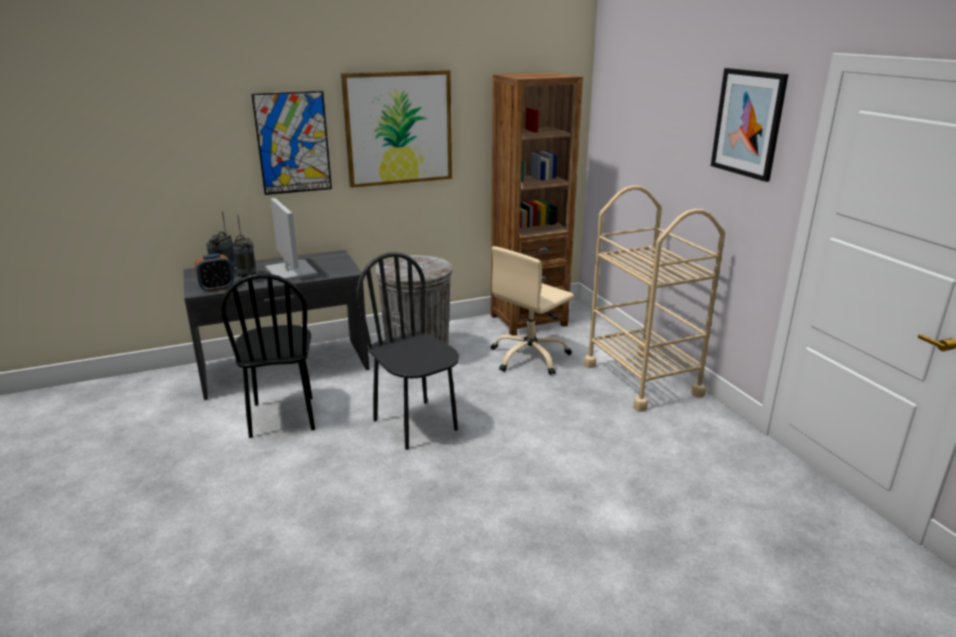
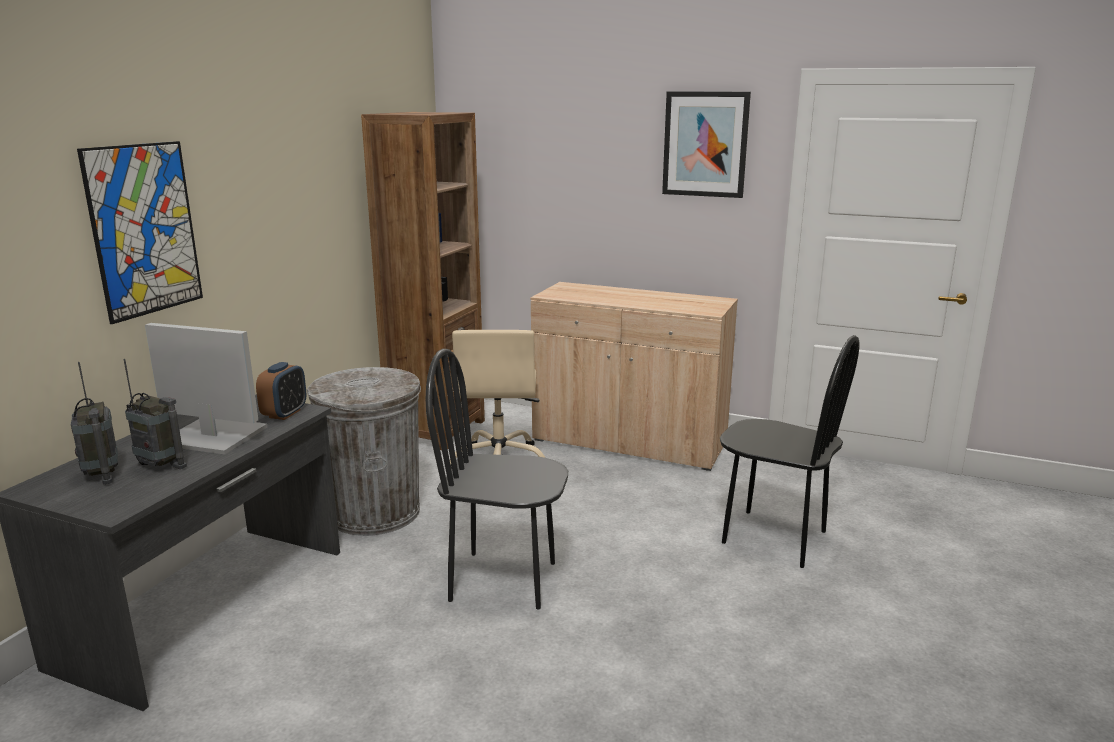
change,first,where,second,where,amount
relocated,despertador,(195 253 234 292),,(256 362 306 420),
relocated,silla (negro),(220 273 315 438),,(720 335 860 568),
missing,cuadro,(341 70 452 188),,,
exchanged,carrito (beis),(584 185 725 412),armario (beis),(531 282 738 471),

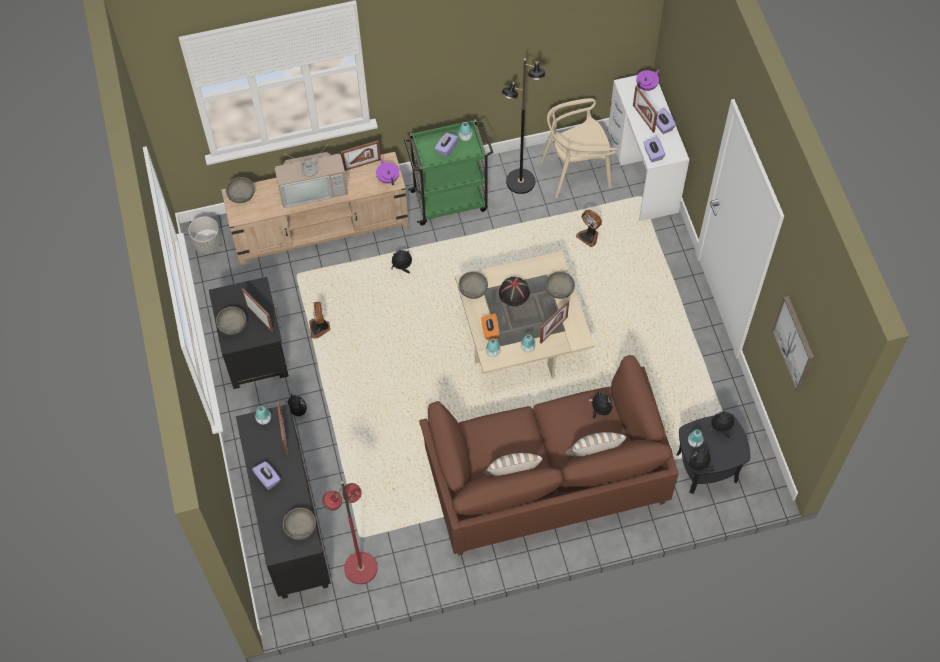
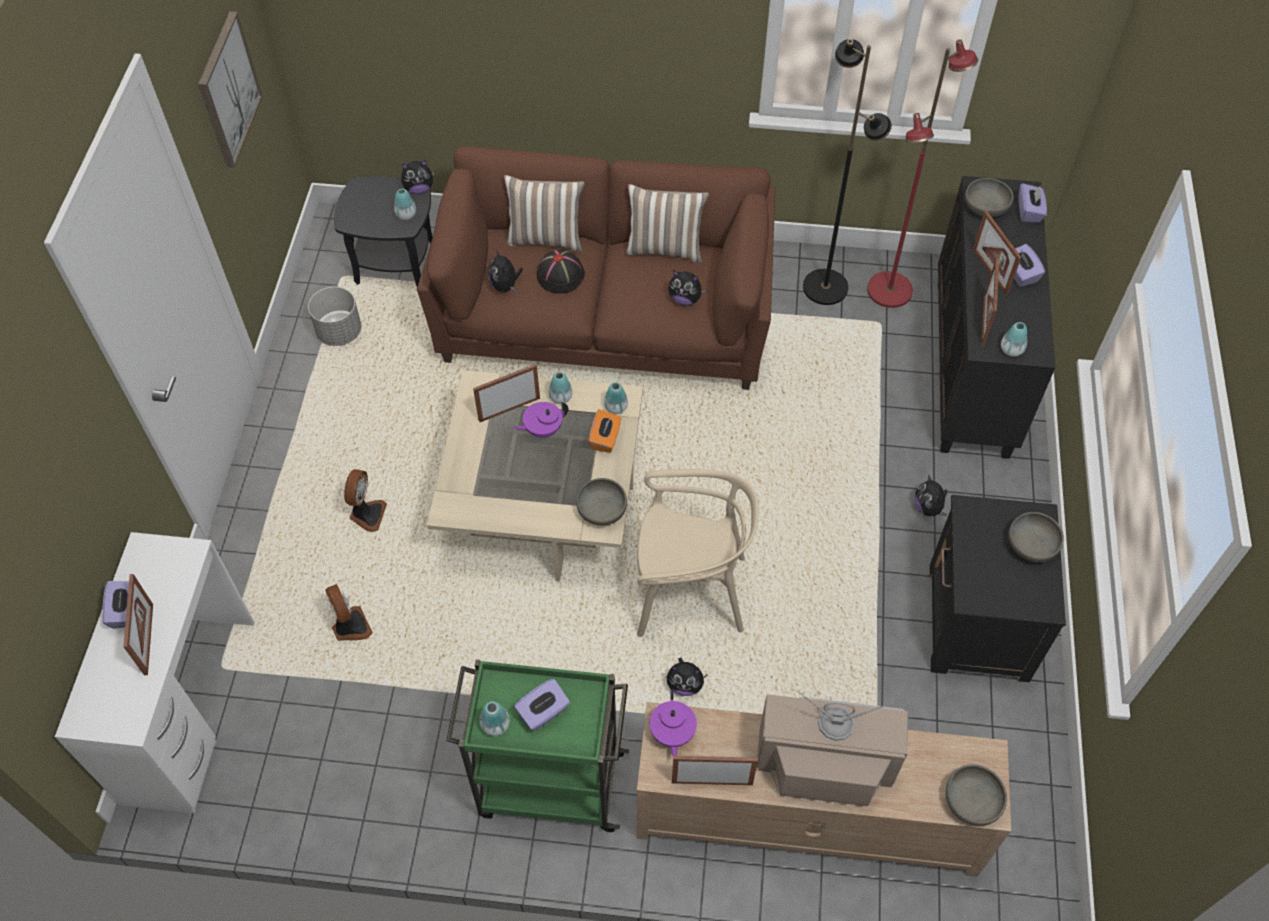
change,first,where,second,where,amount
relocated,maceta (gris),(189 216 222 254),,(308 287 361 346),
relocated,portarretratos,(242 288 273 332),,(973 211 1021 295),
relocated,ventilador,(309 302 330 339),,(344 469 387 532),
relocated,sombrero (negro),(499 277 530 306),,(536 249 585 294),
relocated,lámpara de pie (negro),(501 59 546 194),,(803 39 892 305),
relocated,silla (beis),(540 98 618 198),,(637 469 758 637),
missing,cuenco (gris),(545 271 575 299),,,
relocated,tetera (morado),(636 69 660 91),,(513 402 569 438),
relocated,caja de pañuelos (morado),(643 136 665 162),,(1018 183 1047 223),
relocated,peluche,(710 411 734 438),,(668 270 707 306),

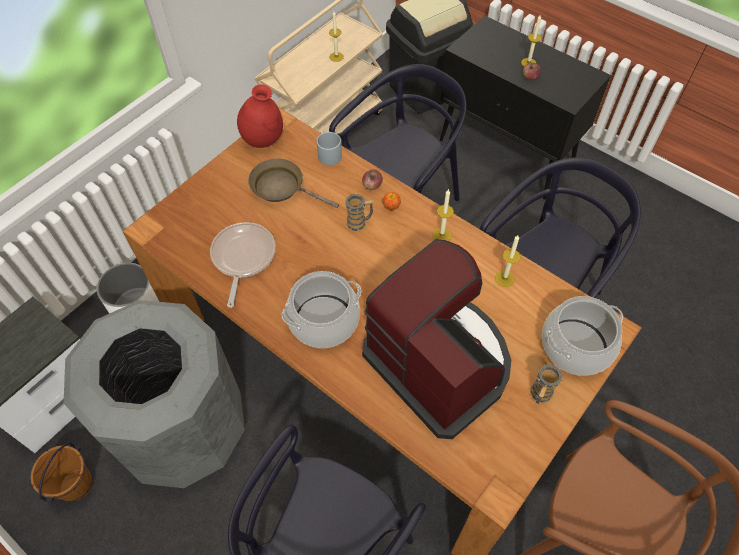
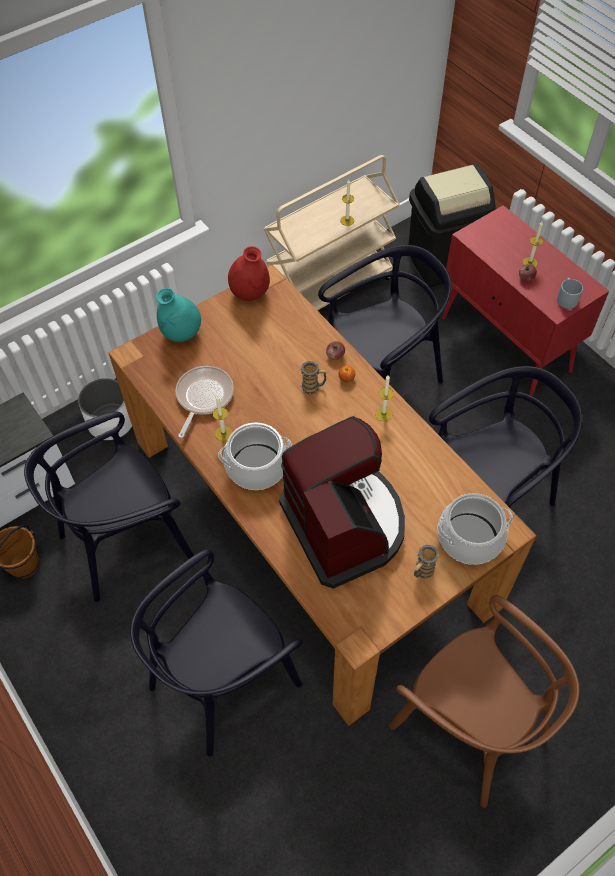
change,first,where,second,where,amount
exchanged,papelera (gris),(64 300 245 488),silla (negro),(24 412 194 602),
missing,sartén (marrón),(248 158 339 208),,,
relocated,taza grande (gris),(317 131 342 166),,(557 278 583 309),
colour,armario (negro),(440 16 611 200),armario (rojo),(442 205 609 397),
relocated,vela,(495 235 520 287),,(213 395 232 441),
appeared,,,florero (turquesa),(156 288 201 342),

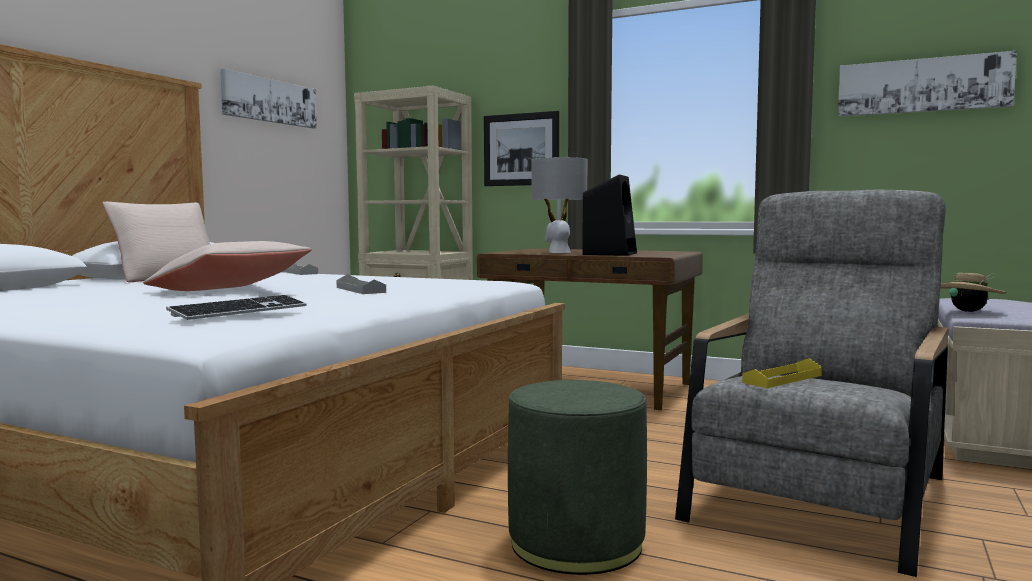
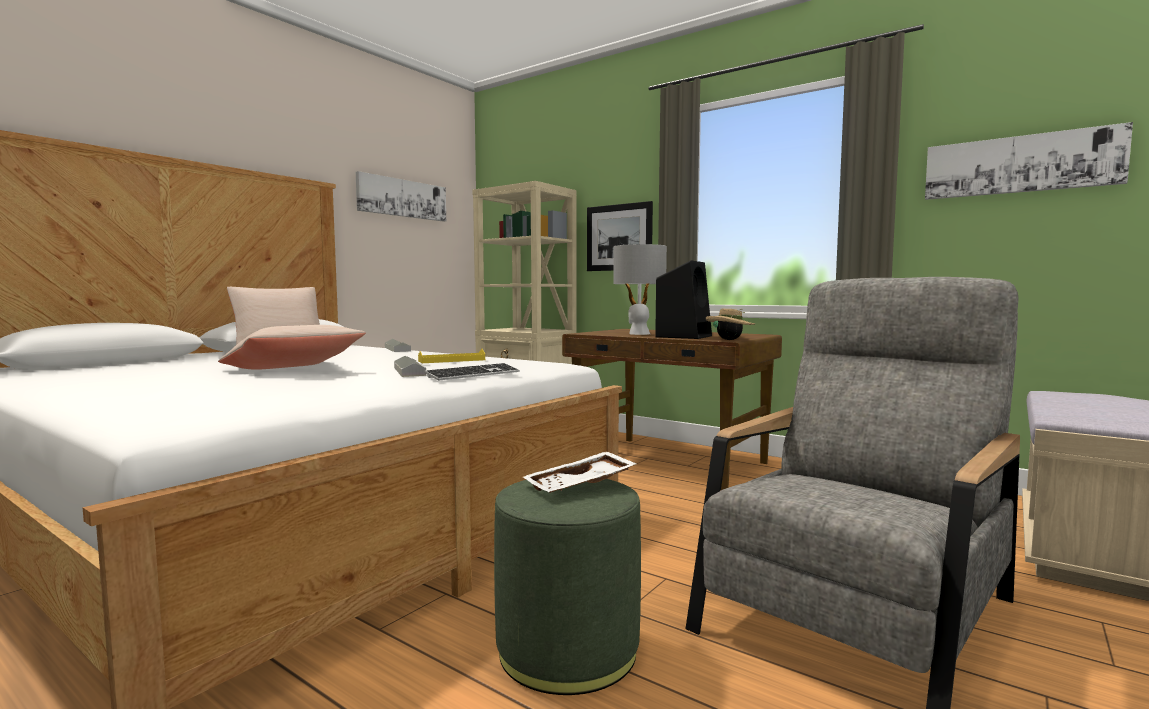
change,first,where,second,where,amount
relocated,teclado,(166 295 307 320),,(424 363 519 380),
relocated,bandeja (amarillo),(742 358 822 388),,(418 349 485 363),
relocated,sombrero (beis),(940 273 1006 312),,(706 309 755 340),
appeared,,,bandeja (blanco),(523 451 637 493),

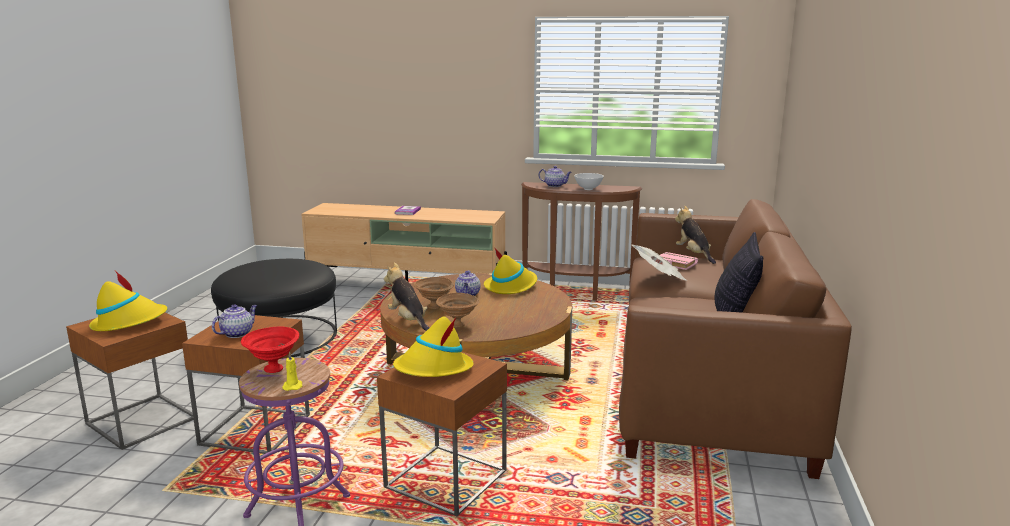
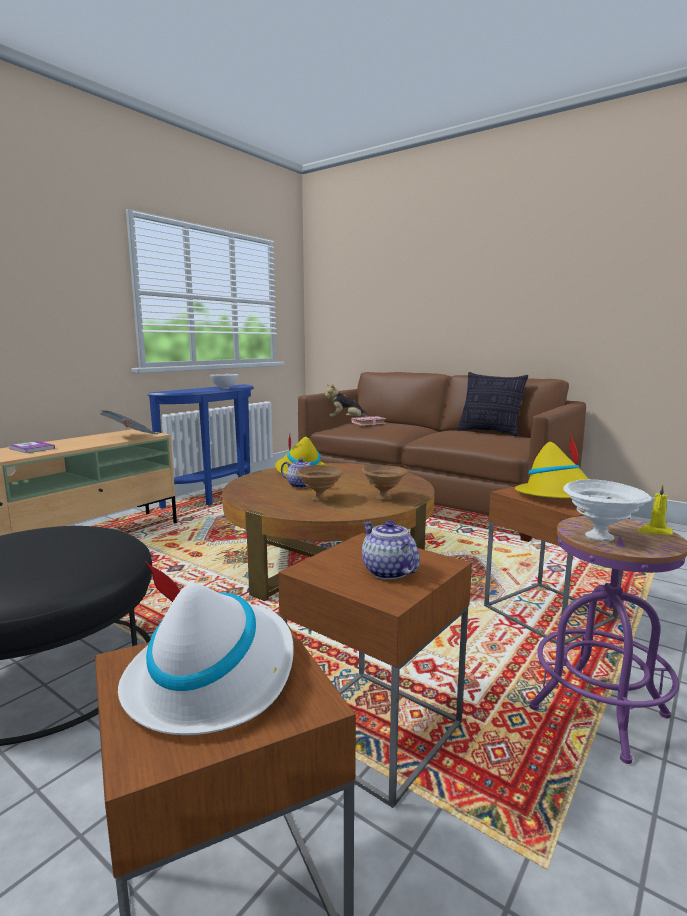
change,first,where,second,where,amount
colour,sombrero (amarillo),(89 271 167 331),sombrero (blanco),(118 562 294 735),
colour,cuenco (rojo),(241 326 299 373),cuenco (blanco),(563 479 652 541),
missing,peluche,(384 262 430 331),,,
colour,mesa consola (marrón),(521 182 642 300),mesa consola (azul),(147 384 254 509),
missing,tetera,(539 166 572 187),,,
relocated,periódico,(632 245 687 281),,(100 410 159 434),

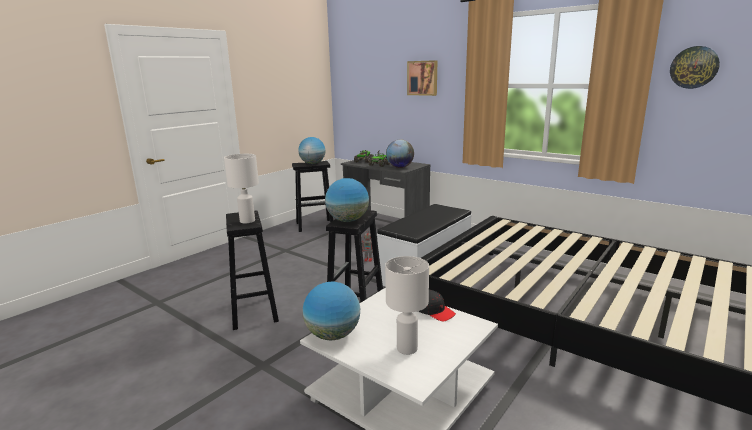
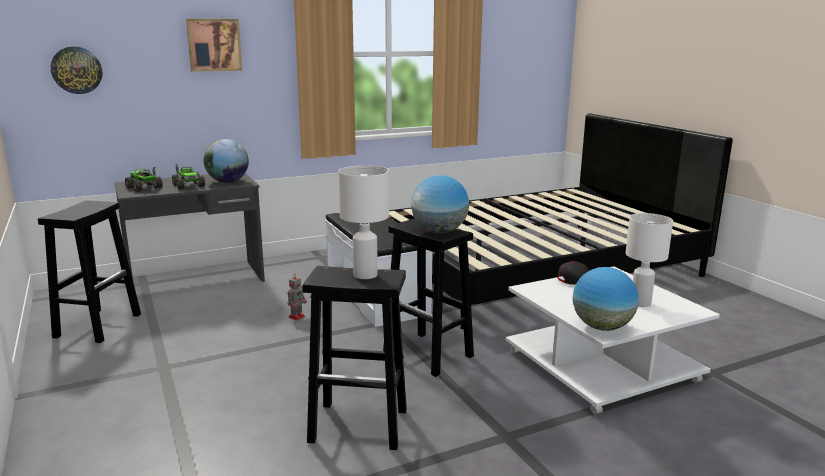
change,first,where,second,where,amount
missing,globo terráqueo,(298 137 325 164),,,
relocated,reloj de pared,(670 46 720 89),,(51 47 102 94),

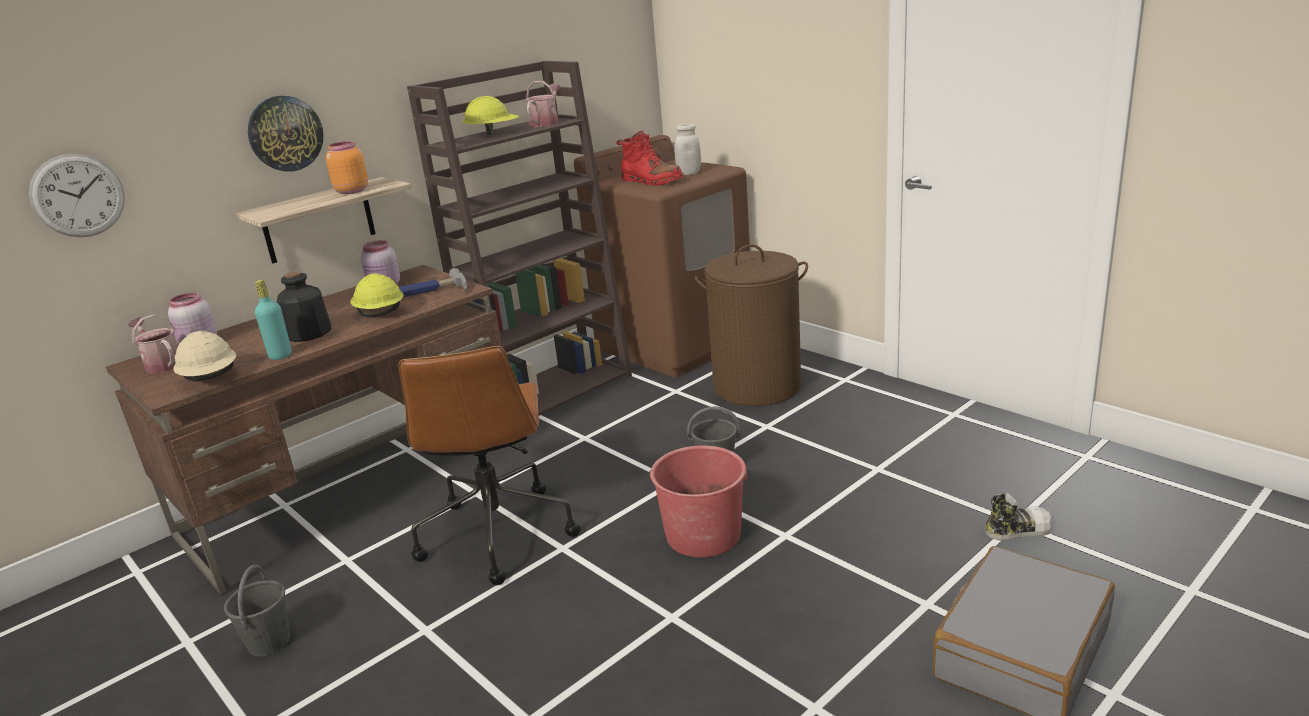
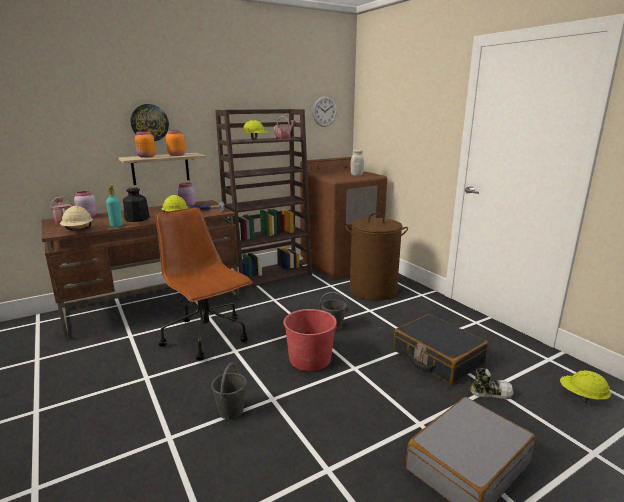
change,first,where,second,where,amount
relocated,reloj de pared,(29 154 125 237),,(312 96 337 127),
relocated,cubo (gris),(224 565 290 656),,(211 362 247 419),
spun,silla de oficina (marrón),(398 346 581 585),,(156 208 252 361),135 degrees clockwise
missing,bota (rojo),(616 130 684 186),,,
appeared,,,tarro (naranja),(135 131 156 158),
appeared,,,maleta (negro),(394 314 488 384),
appeared,,,casco (amarillo),(560 370 611 403),

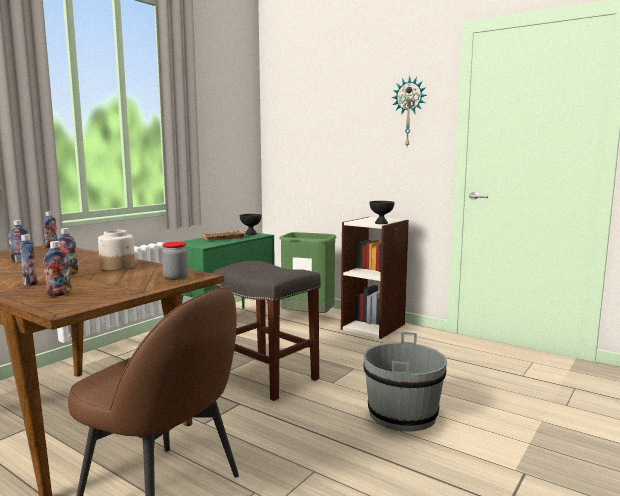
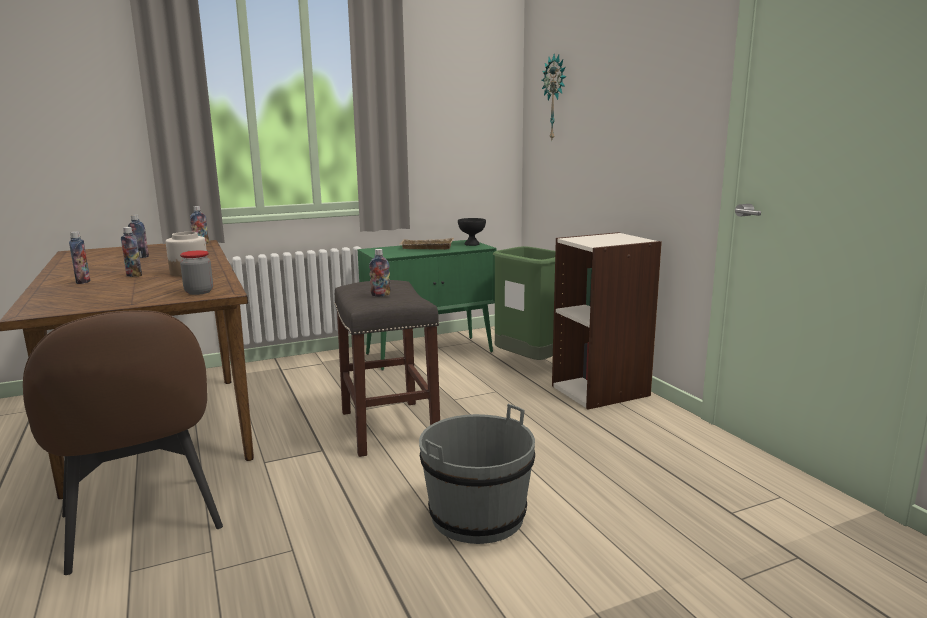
change,first,where,second,where,amount
relocated,botella,(43 241 71 297),,(369 249 391 297),
missing,cuenco (negro),(369 201 395 224),,,
relocated,reloj de pared,(391 76 427 147),,(542 54 566 140),

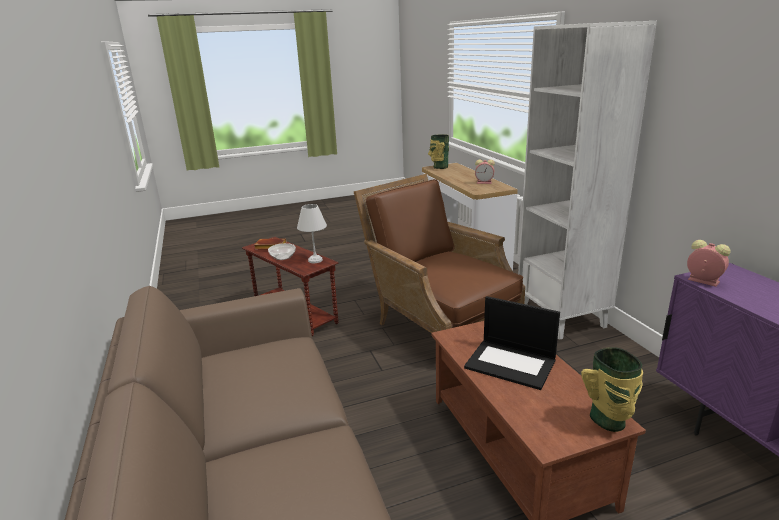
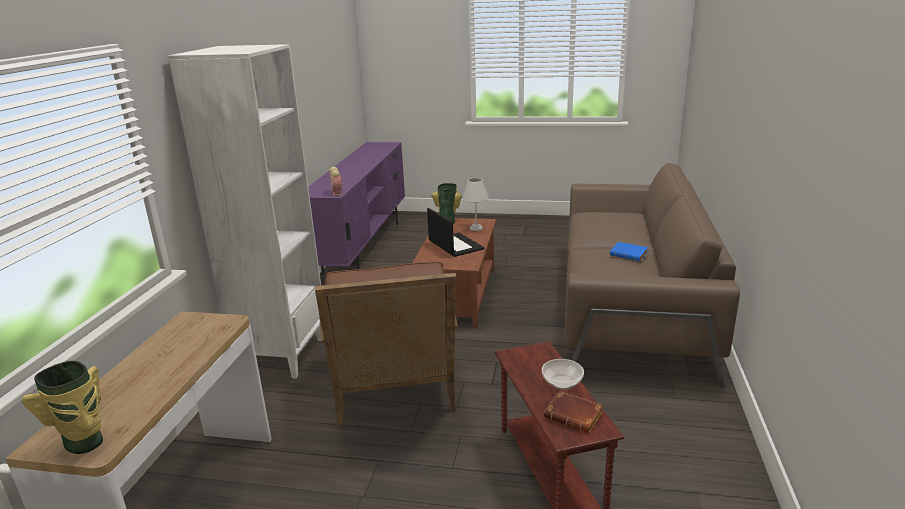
change,first,where,second,where,amount
relocated,lámpara de mesa (blanco),(297 204 327 263),,(462 178 489 231),
missing,despertador,(475 159 495 184),,,
appeared,,,libro (azul),(610 242 648 261),

